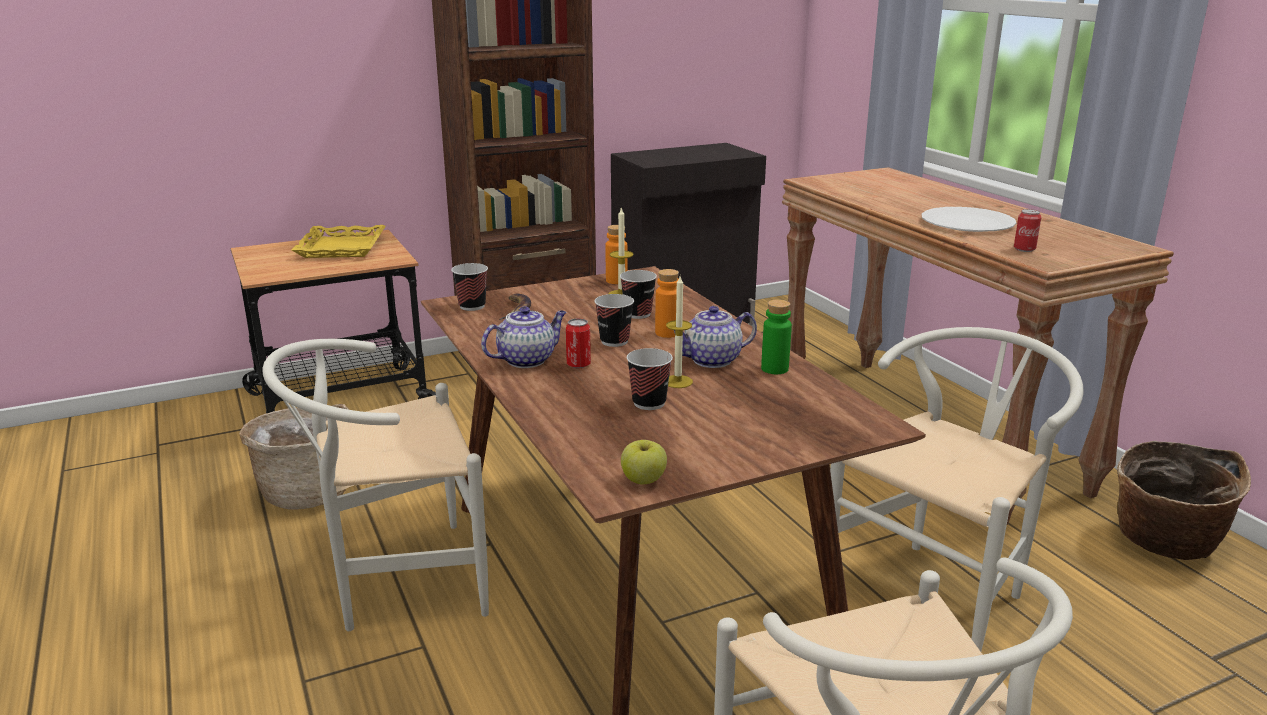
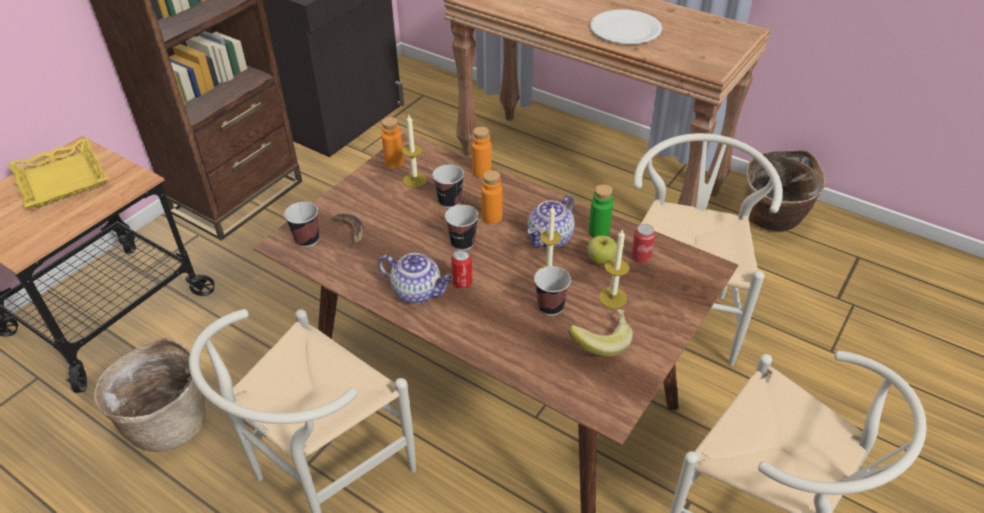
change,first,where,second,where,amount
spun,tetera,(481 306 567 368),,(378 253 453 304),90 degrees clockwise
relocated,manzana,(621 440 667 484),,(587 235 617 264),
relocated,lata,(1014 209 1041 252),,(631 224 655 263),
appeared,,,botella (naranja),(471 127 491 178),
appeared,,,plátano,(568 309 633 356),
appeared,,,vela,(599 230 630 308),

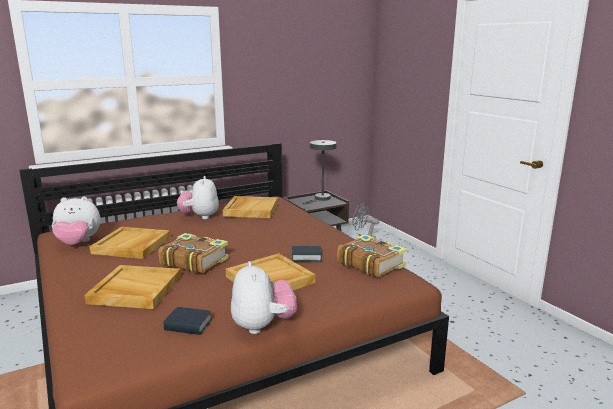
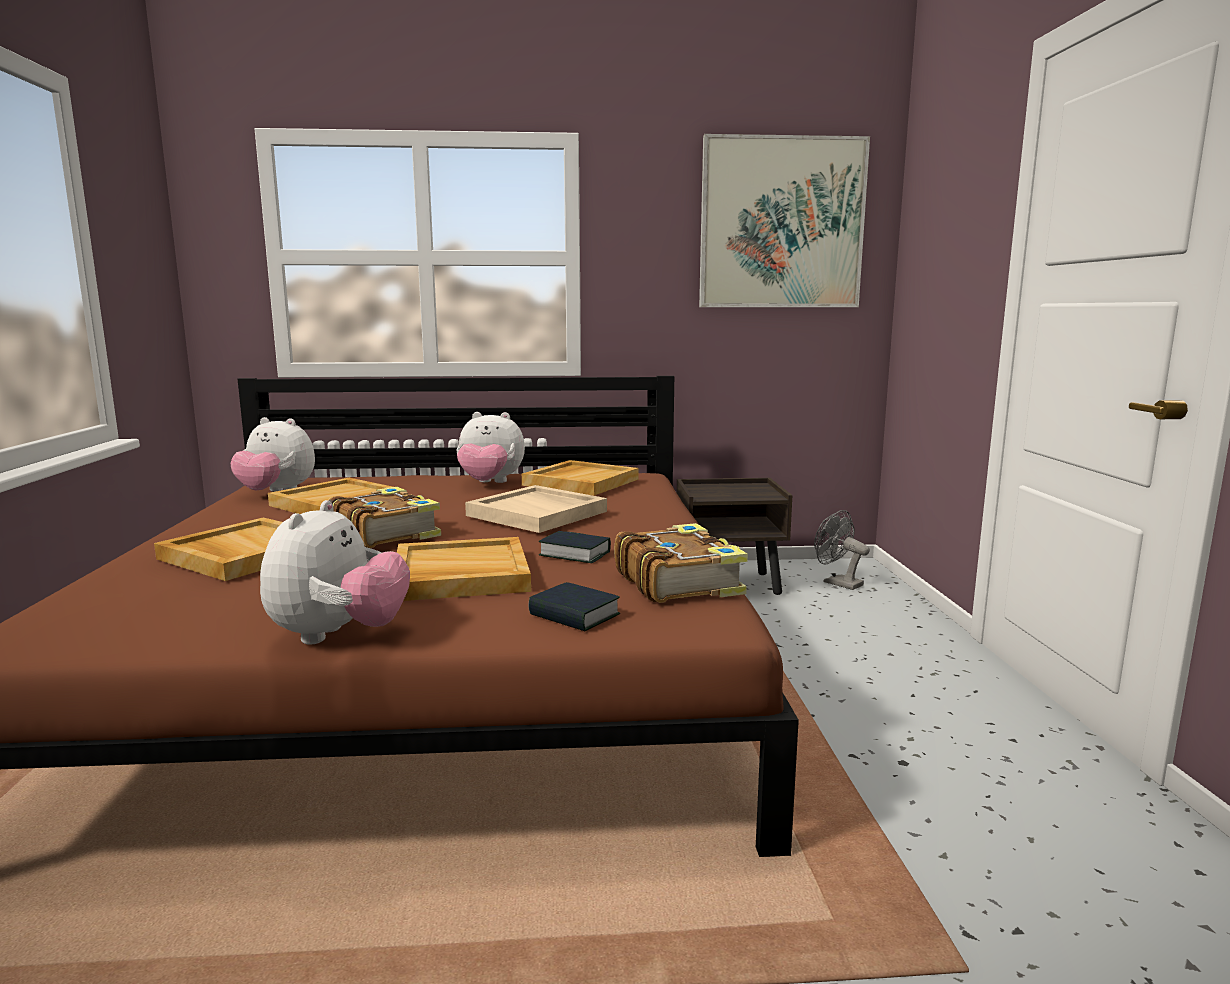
change,first,where,second,where,amount
relocated,libro,(163 307 212 335),,(529 582 620 631),
spun,peluche,(177 176 219 219),,(457 412 525 483),105 degrees counterclockwise
missing,lámpara de mesa (gris),(302 140 337 204),,,
appeared,,,bandeja (beis),(465 485 607 533),
appeared,,,cuadro,(699 134 870 307),

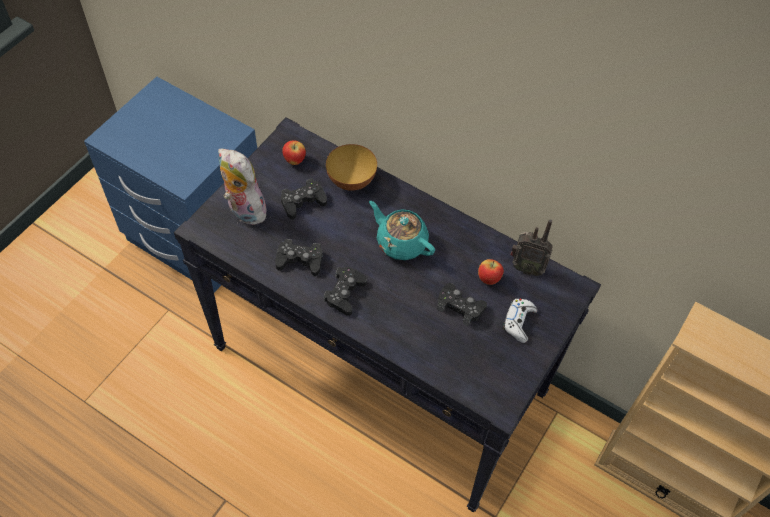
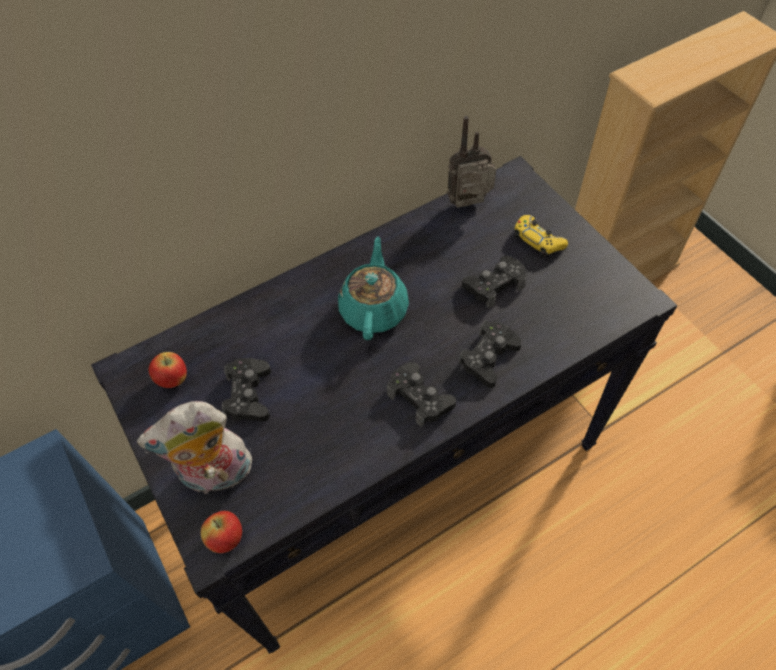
change,first,where,second,where,amount
relocated,mando de consola (negro),(275 239 323 276),,(459 321 521 388),
missing,cuenco,(326 144 377 191),,,
spun,tetera (turquesa),(369 201 435 260),,(338 236 409 340),120 degrees clockwise
relocated,manzana,(478 259 504 285),,(201 511 242 553),
colour,mando de consola (blanco),(503 298 537 343),mando de consola (amarillo),(514 215 568 257),
spun,radio,(510 219 553 276),,(447 116 496 208),150 degrees counterclockwise

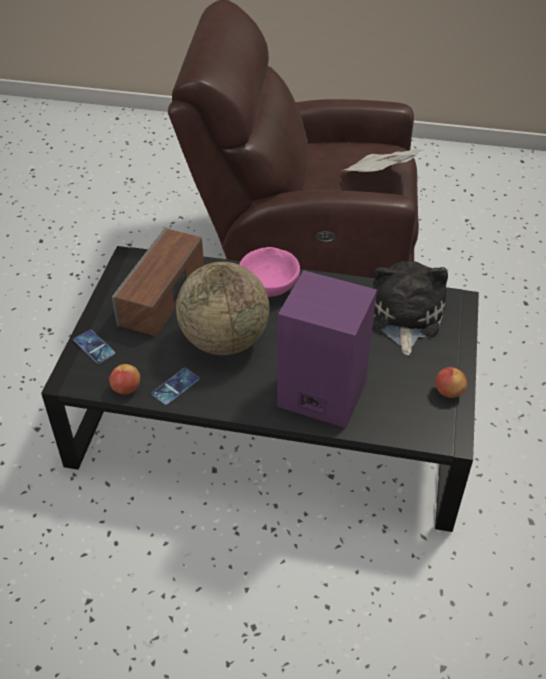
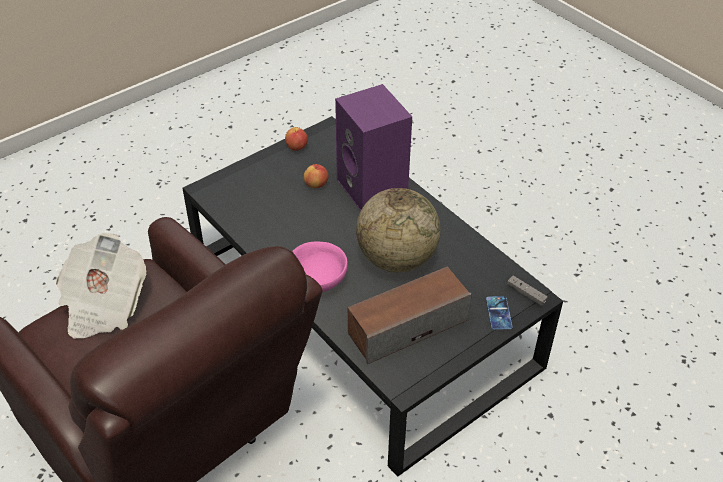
change,first,where,second,where,amount
relocated,manzana,(109 364 140 395),,(304 164 329 188),
missing,móvil,(151 368 200 405),,,
missing,peluche,(373 261 448 355),,,
appeared,,,mando de consola (gris),(507 276 548 306),

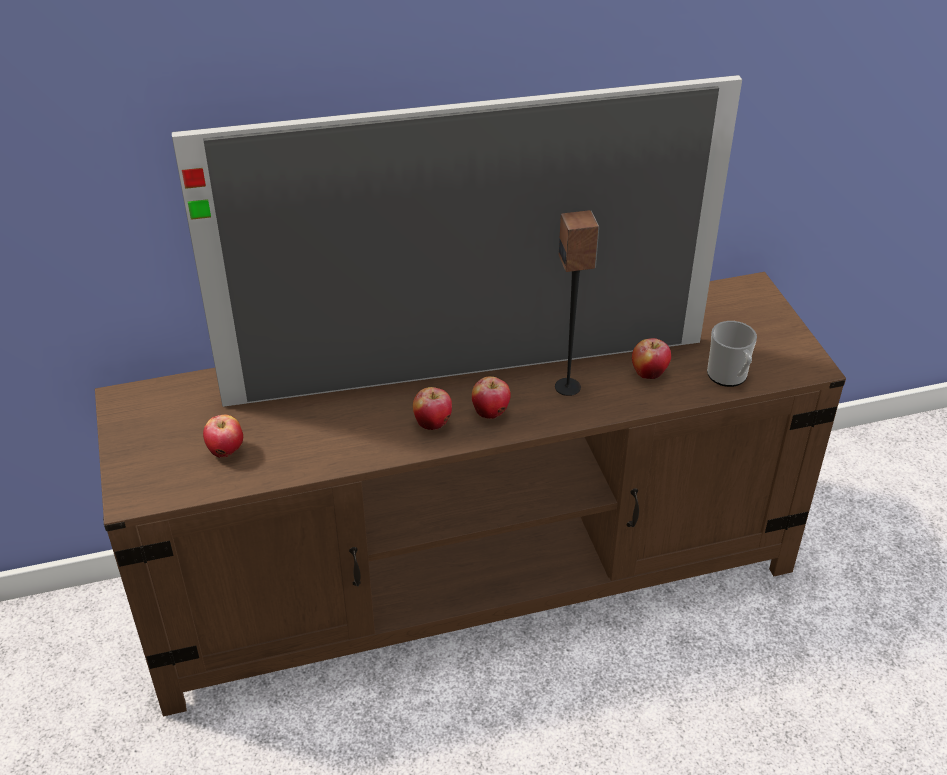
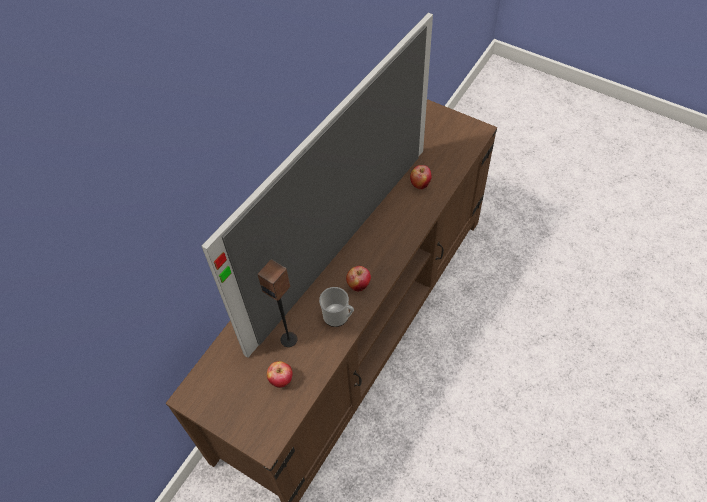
change,first,where,second,where,amount
missing,manzana,(472 376 511 419),,,
relocated,altavoz,(555 210 599 396),,(258 259 297 347),
relocated,taza grande,(707 321 757 387),,(319 287 354 327),

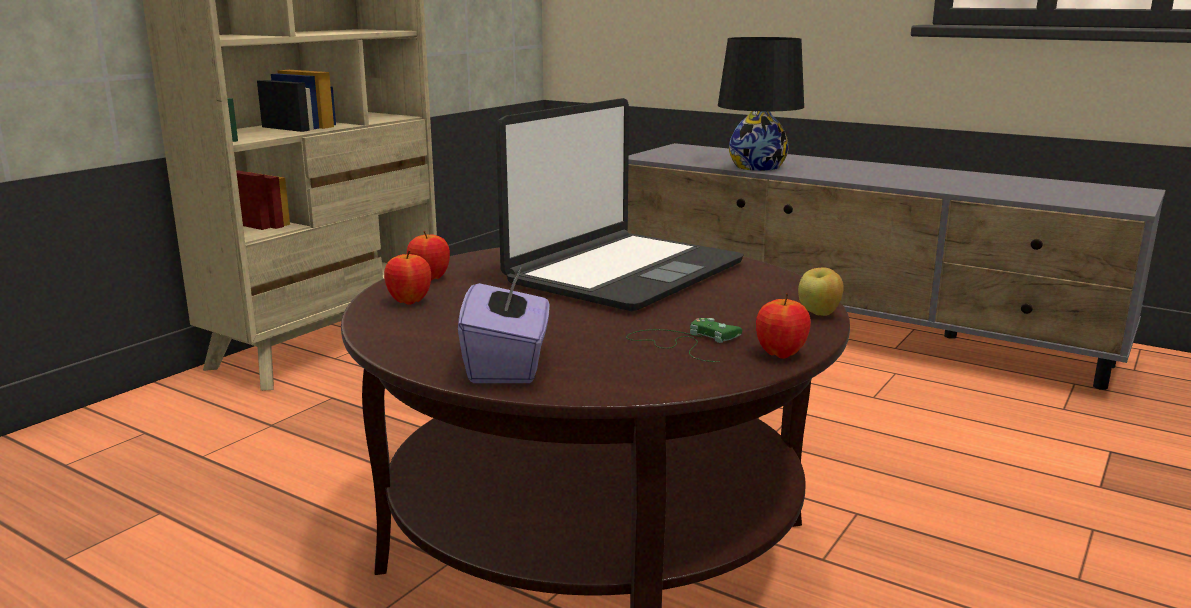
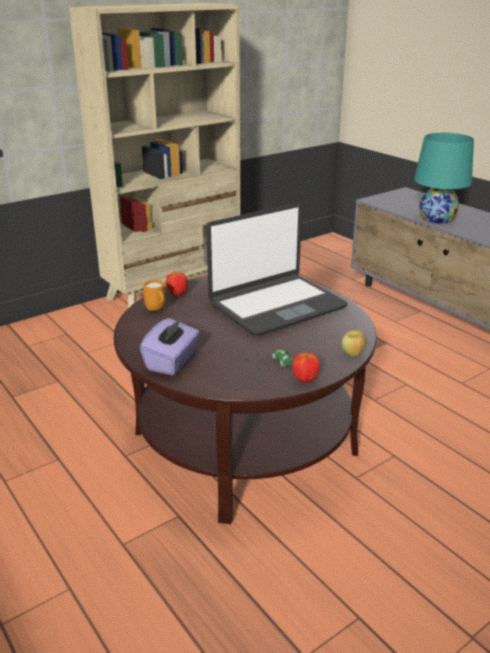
change,first,where,second,where,amount
exchanged,manzana,(384 250 431 305),taza grande (naranja),(143 280 166 311),
colour,lámpara de mesa (negro),(718 37 804 171),lámpara de mesa (turquesa),(414 133 474 224),

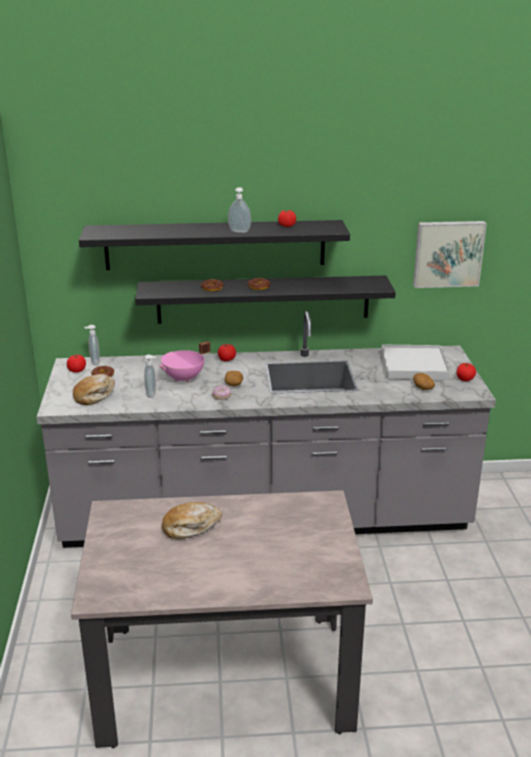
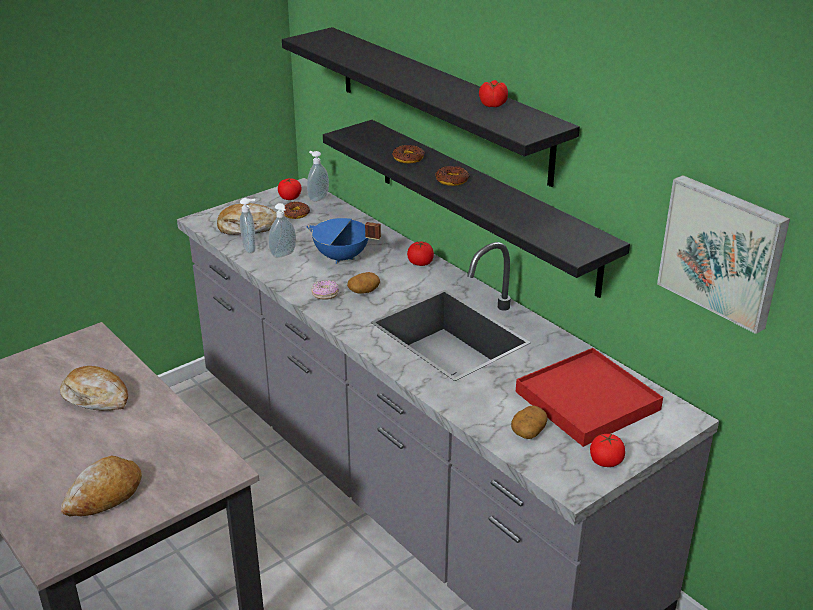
change,first,where,second,where,amount
colour,olla (rosa),(159 341 210 383),olla (azul),(307 218 381 264),
relocated,dispensador de jabón,(228 187 251 233),,(240 198 256 253),
colour,bandeja (blanco),(381 345 450 380),bandeja (rojo),(516 348 663 447),
appeared,,,pan,(61 455 142 516),

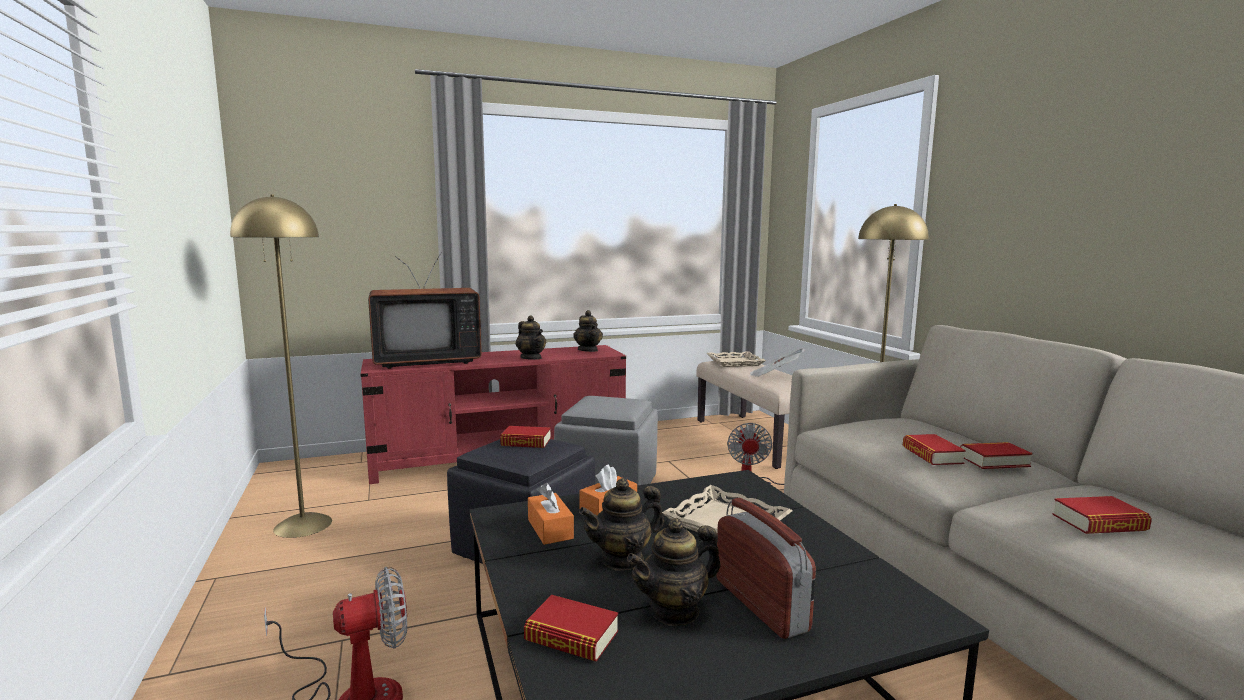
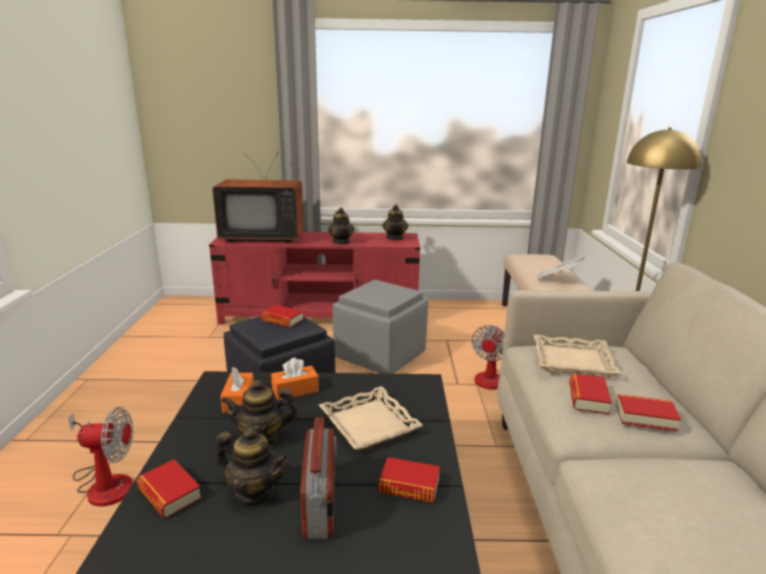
change,first,where,second,where,amount
missing,lámpara de pie (amarillo),(230 194 332 538),,,
spun,tetera,(627 518 721 626),,(217 428 288 505),150 degrees counterclockwise
relocated,bandeja (beis),(706 351 766 367),,(534 335 622 378),
relocated,libro,(1052 496 1152 534),,(378 457 440 503),

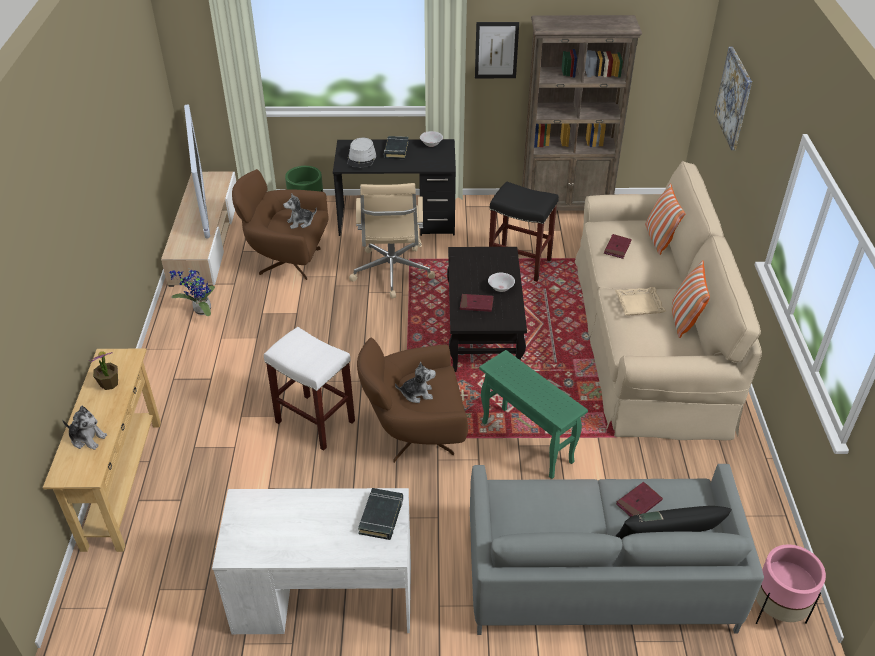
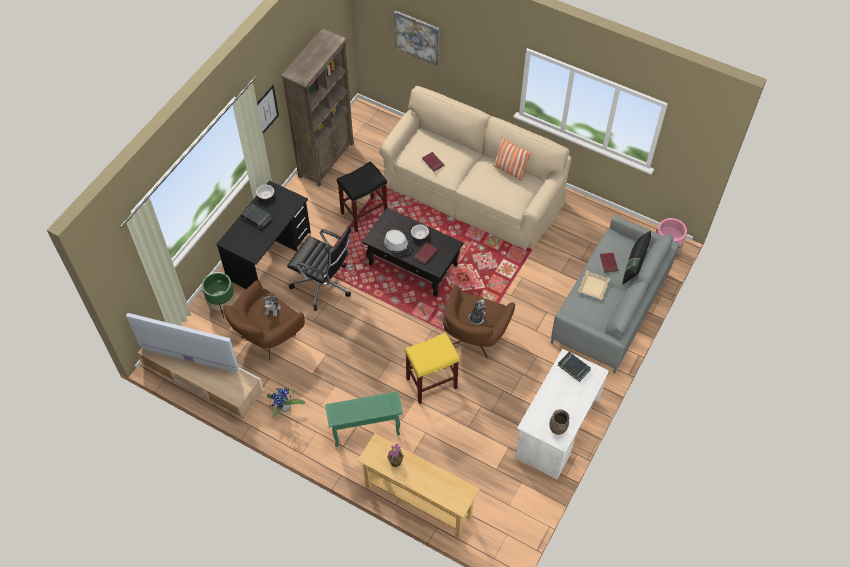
change,first,where,second,where,amount
missing,peluche,(62 406 107 450),,,
colour,taburete (blanco),(264 327 355 451),taburete (amarillo),(405 332 460 404),
relocated,sombrero (gris),(347 138 376 168),,(384 230 413 255),
colour,silla de oficina (beis),(349 183 435 299),silla de oficina (negro),(287 226 351 311),
relocated,mesa auxiliar (verde),(479 350 588 479),,(325 391 403 447),
relocated,bandeja (beis),(615 287 666 316),,(578 271 610 300),
missing,cojín,(645 183 685 255),,,
appeared,,,florero (marrón),(549 410 569 435),

